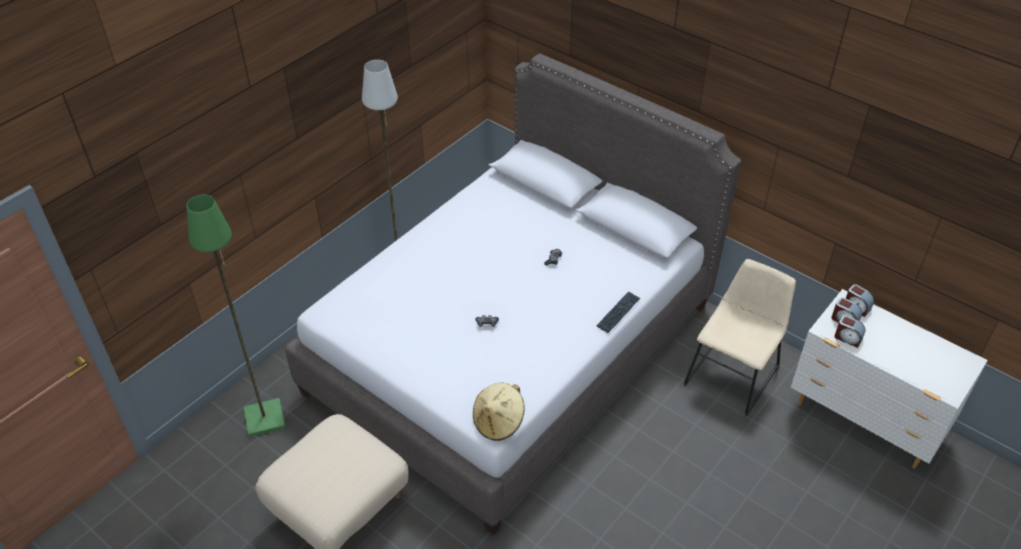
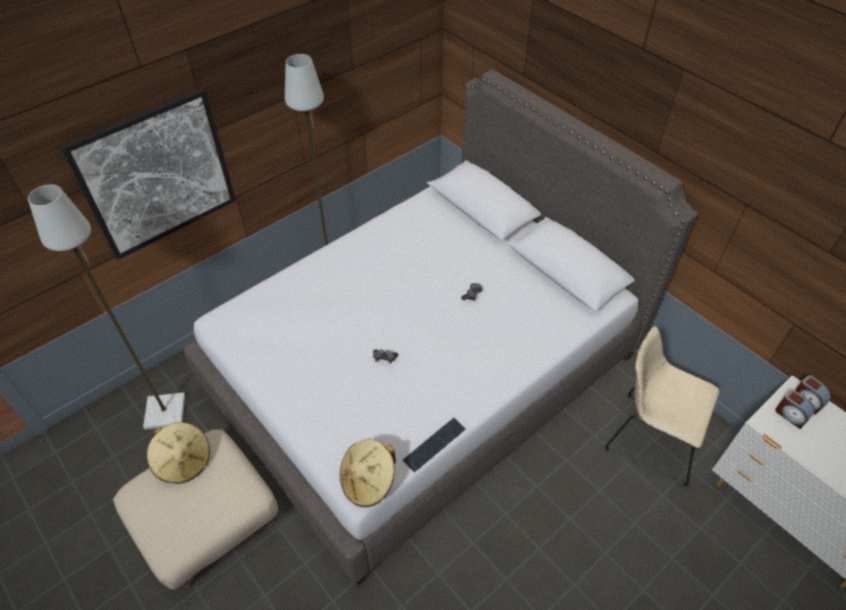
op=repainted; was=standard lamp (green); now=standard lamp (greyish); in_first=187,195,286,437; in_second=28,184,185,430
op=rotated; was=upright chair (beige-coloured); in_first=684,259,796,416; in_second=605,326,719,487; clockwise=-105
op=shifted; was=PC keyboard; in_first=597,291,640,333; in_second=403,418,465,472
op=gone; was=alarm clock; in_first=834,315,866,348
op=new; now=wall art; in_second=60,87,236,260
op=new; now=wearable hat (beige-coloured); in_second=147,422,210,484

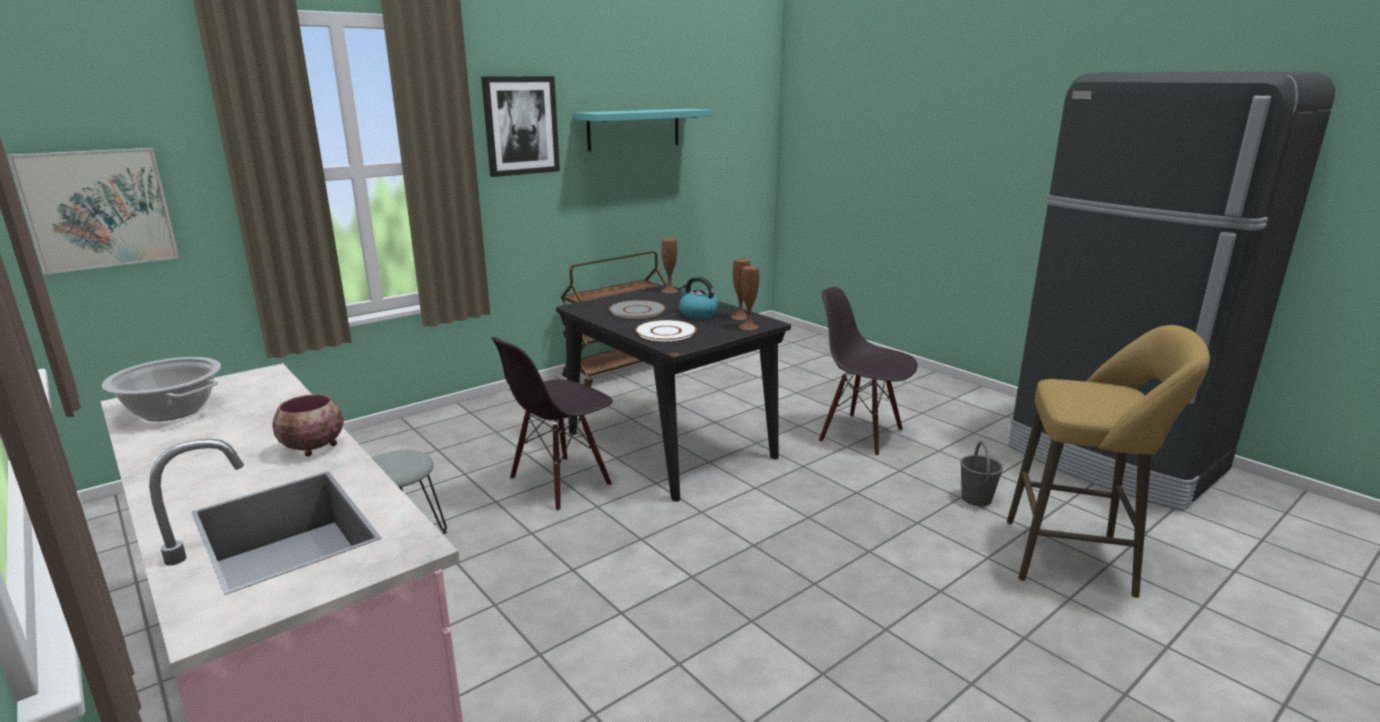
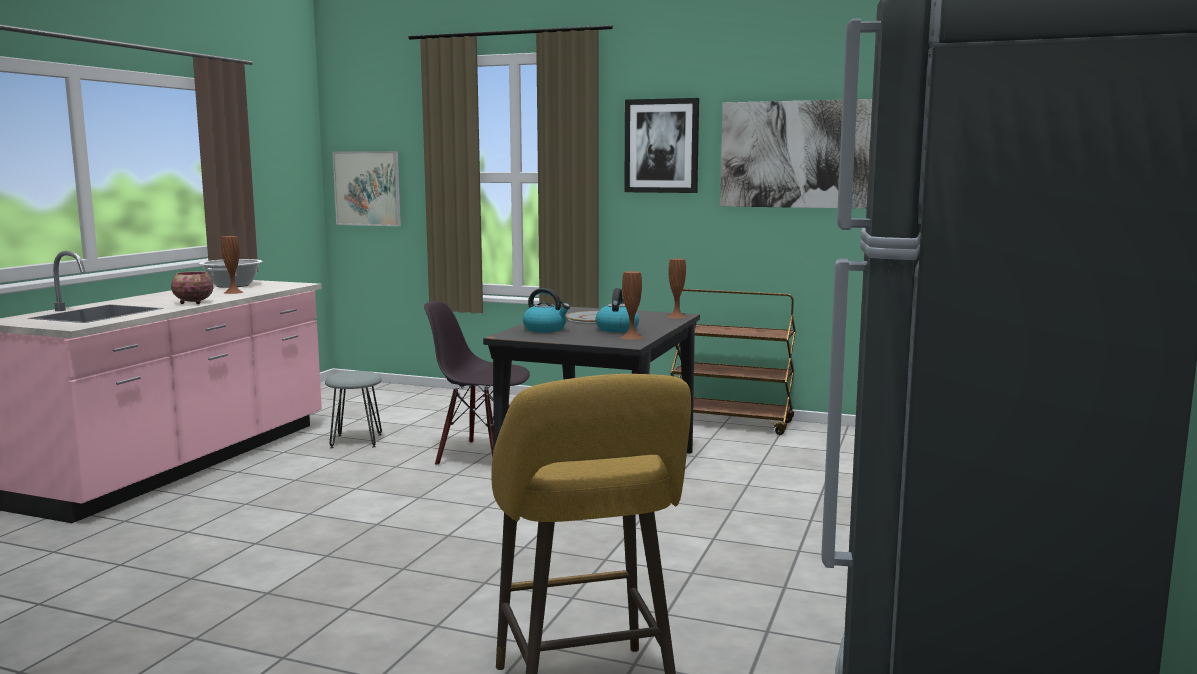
op=swapped; was=wall shelf (turquoise-coloured); now=wall art; in_first=574,109,712,151; in_second=720,99,872,209
op=shifted; was=flower vase (brown); in_first=739,266,759,330; in_second=221,236,243,294
op=gone; was=upright chair (black); in_first=819,287,918,456
op=swapped; was=flat dish (white-coloured); now=tea kettle; in_first=635,320,697,341; in_second=523,288,570,332
op=gone; was=water bucket (greyish); in_first=960,441,1003,506

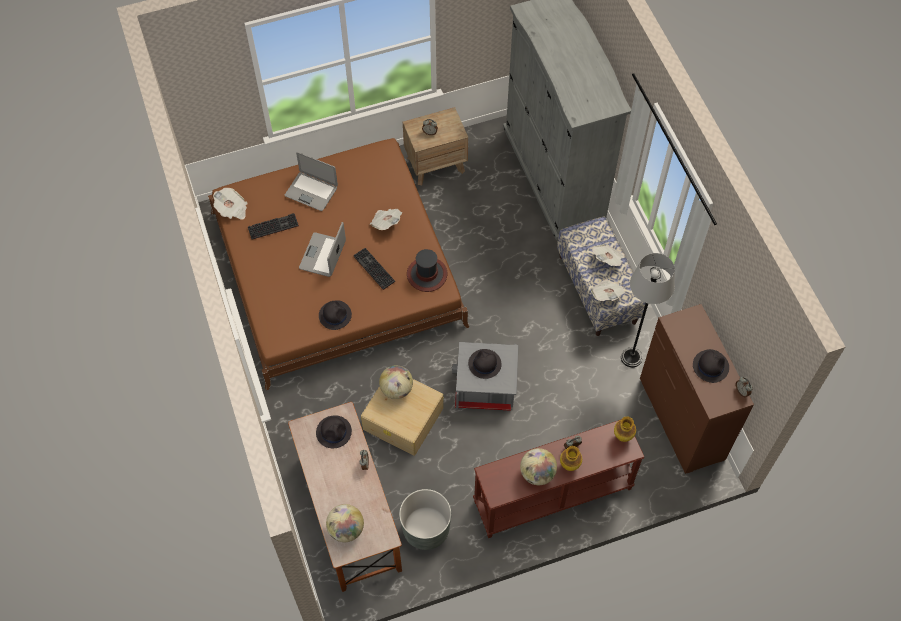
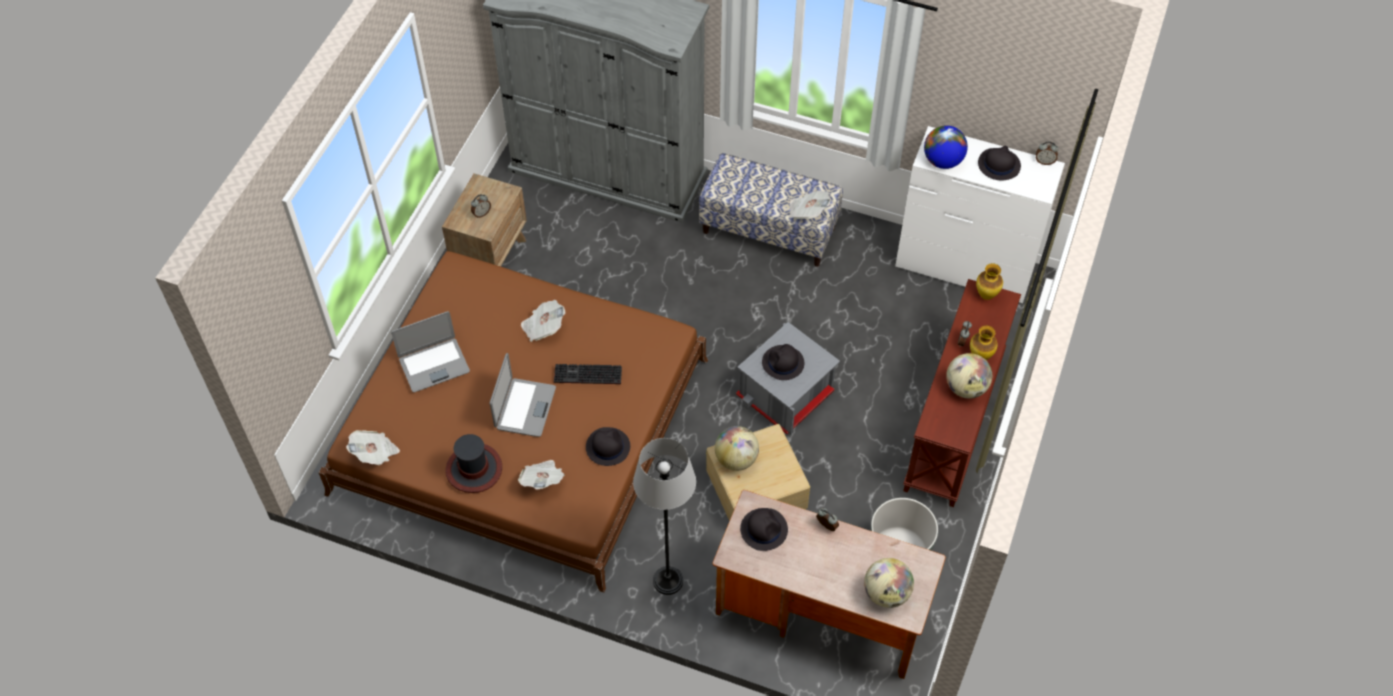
op=gone; was=PC keyboard; in_first=248,213,299,240
op=rotated; was=portable computer; in_first=299,222,346,277; in_second=490,353,556,437; clockwise=-135
op=shifted; was=printed paper; in_first=592,244,625,266; in_second=518,460,565,490
op=shifted; was=wearable hat; in_first=407,249,447,292; in_second=446,434,502,493
op=shifted; was=standard lamp (greyish); in_first=621,253,675,367; in_second=633,438,696,595
op=repainted; was=chest of drawers (brown); now=chest of drawers (white-coloured); in_first=640,304,754,474; in_second=895,126,1065,303
op=new; now=globe; in_second=924,126,968,169

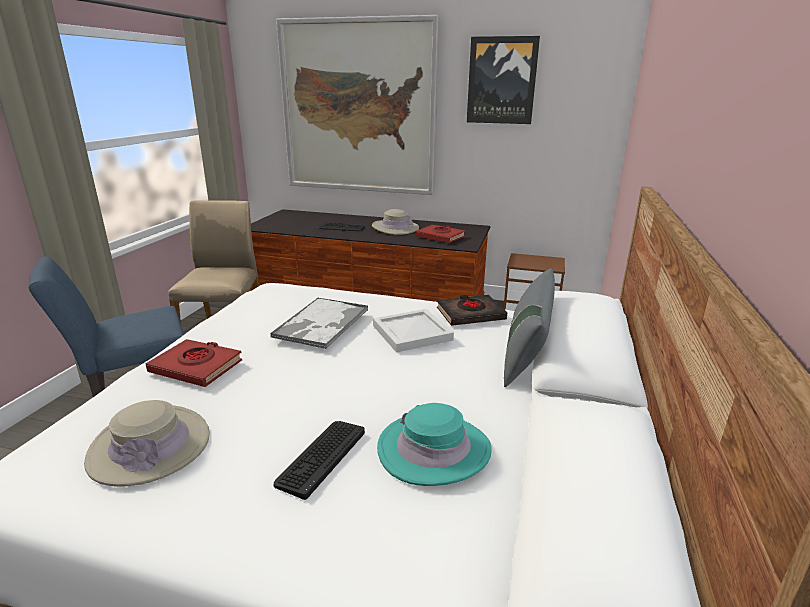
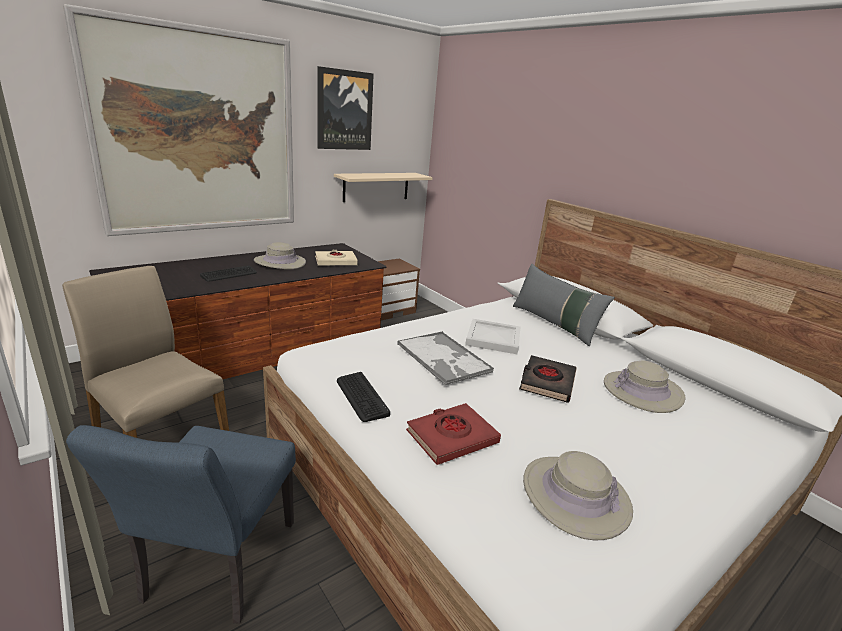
op=repainted; was=bound book (reddish); now=bound book (beige-coloured); in_first=415,225,465,243; in_second=315,250,358,266
op=shifted; was=bound book (black); in_first=437,295,507,326; in_second=519,355,577,403
op=repainted; was=wearable hat (turquoise-coloured); now=wearable hat (beige-coloured); in_first=377,403,492,486; in_second=604,361,686,413
op=shifted; was=PC keyboard; in_first=274,421,365,500; in_second=337,372,390,422
op=new; now=wall shelf (beige-coloured); in_second=334,173,433,202

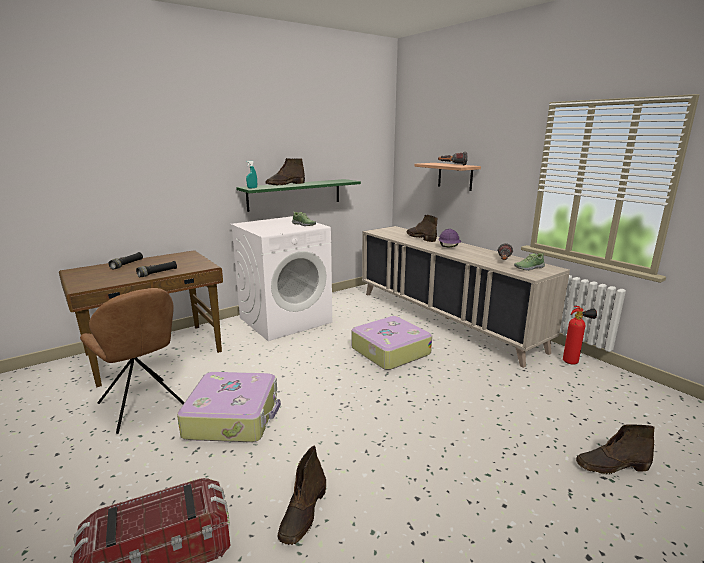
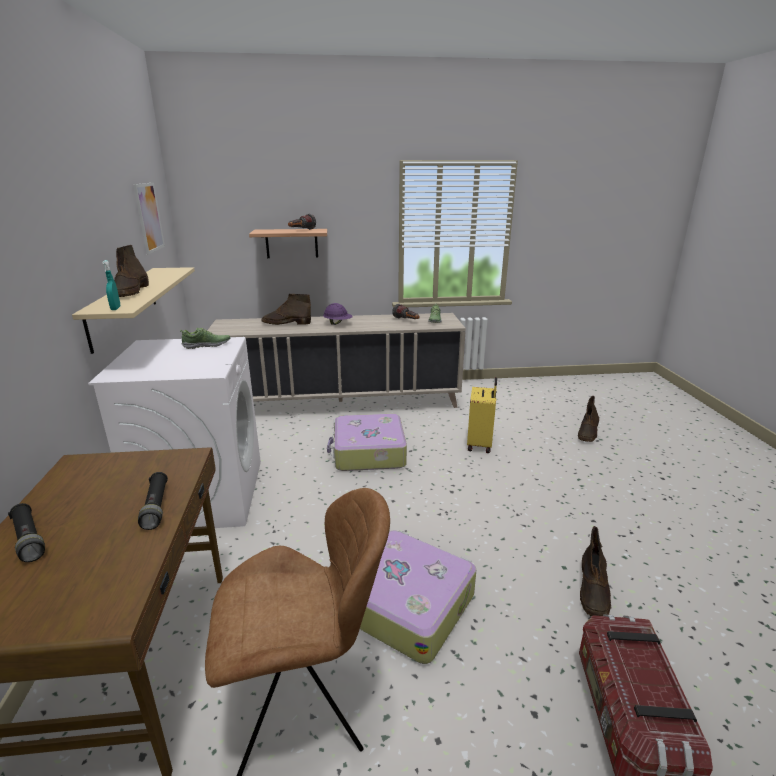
op=repainted; was=wall shelf (green); now=wall shelf (beige-coloured); in_first=236,179,361,212; in_second=72,267,195,354
op=gone; was=extinguisher; in_first=563,306,597,365
op=rotated; was=tall boot (brown); in_first=278,446,326,545; in_second=580,526,611,616; clockwise=60
op=new; now=wall art; in_second=134,183,165,254
op=new; now=piece of luggage (yellowish); in_second=467,377,497,453

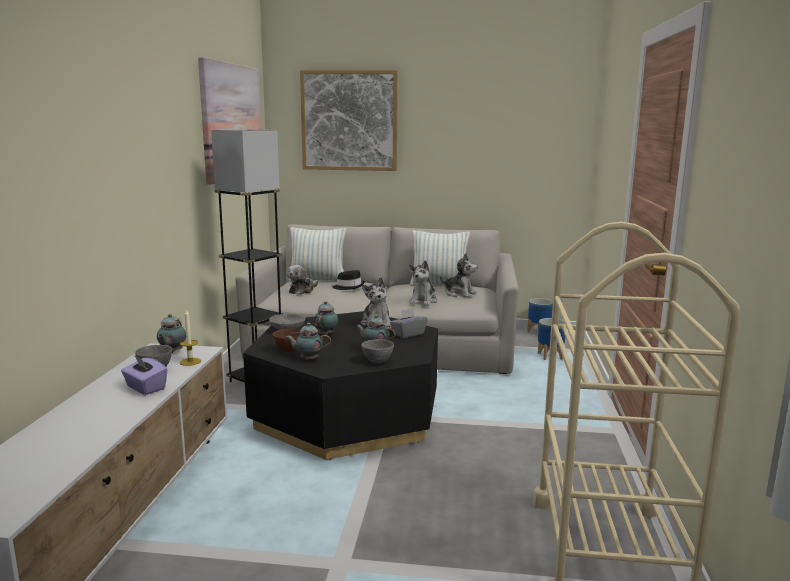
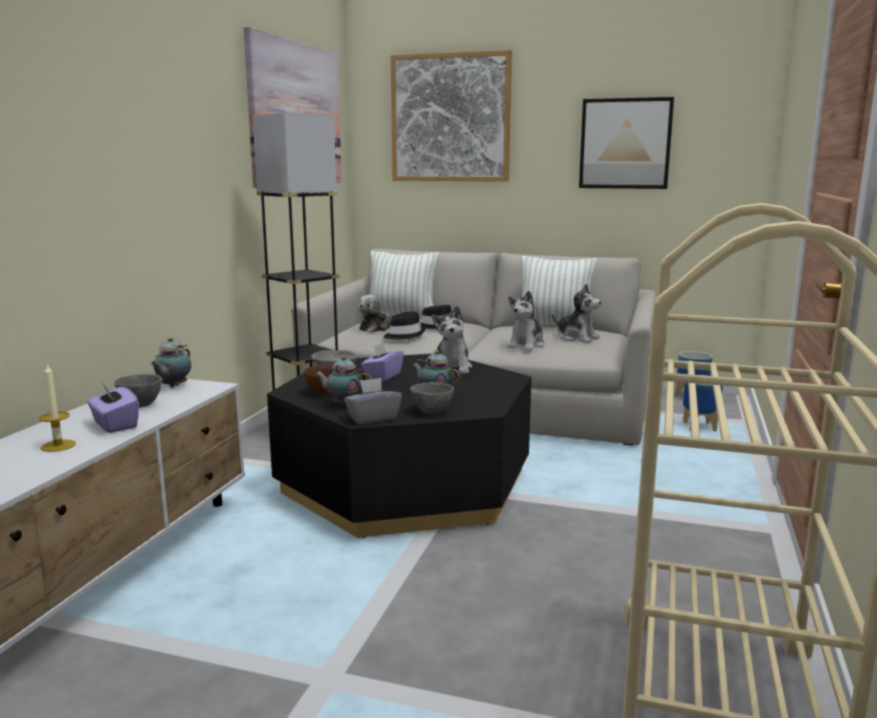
op=swapped; was=tea pot; now=tissue holder (purple); in_first=314,301,338,335; in_second=361,342,404,382
op=shifted; was=candle; in_first=180,308,201,366; in_second=39,364,76,452
op=shifted; was=tissue holder (greyish); in_first=390,308,428,338; in_second=344,378,402,425
op=new; now=wall art; in_second=579,97,674,189
op=new; now=wearable hat (black); in_second=383,311,425,340

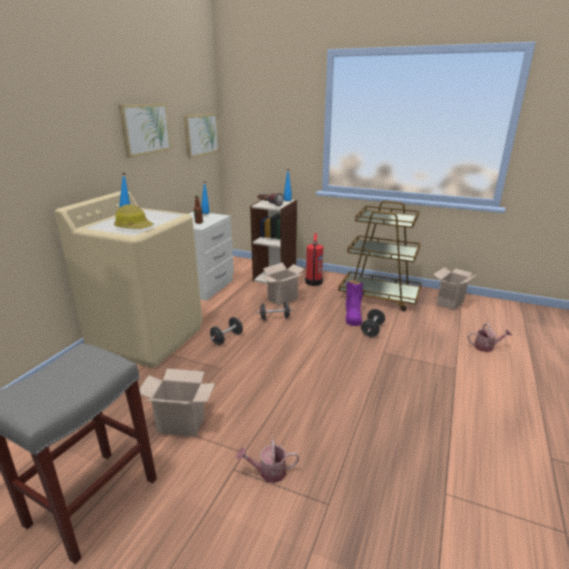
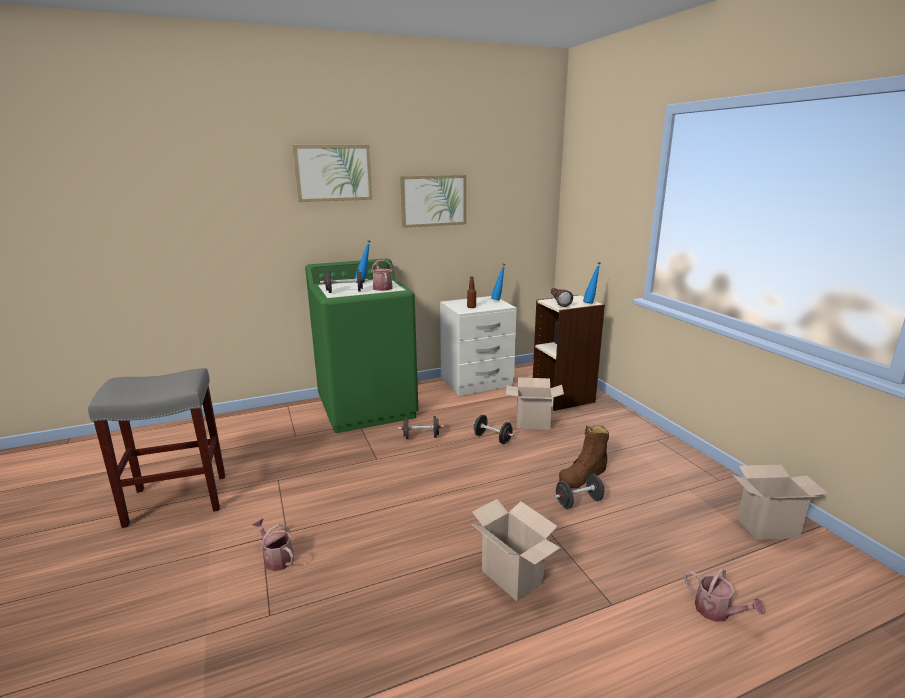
op=shifted; was=wall art; in_first=184,113,219,158; in_second=293,145,372,202
op=repainted; was=laundry appliance (beige-coloured); now=laundry appliance (green); in_first=55,191,202,368; in_second=305,258,418,433
op=gone; was=cart (brown); in_first=338,201,421,311
op=swapped; was=work helmet; now=dumbbell (black); in_first=114,204,154,229; in_second=320,269,368,293
op=gone; was=extinguisher; in_first=305,233,323,286
op=repainted; was=tall boot (purple); now=tall boot (brown); in_first=346,279,363,326; in_second=559,425,609,489
op=shifted; was=packing box; in_first=139,369,215,437; in_second=471,499,561,601
op=new; now=watering can; in_second=371,260,393,291

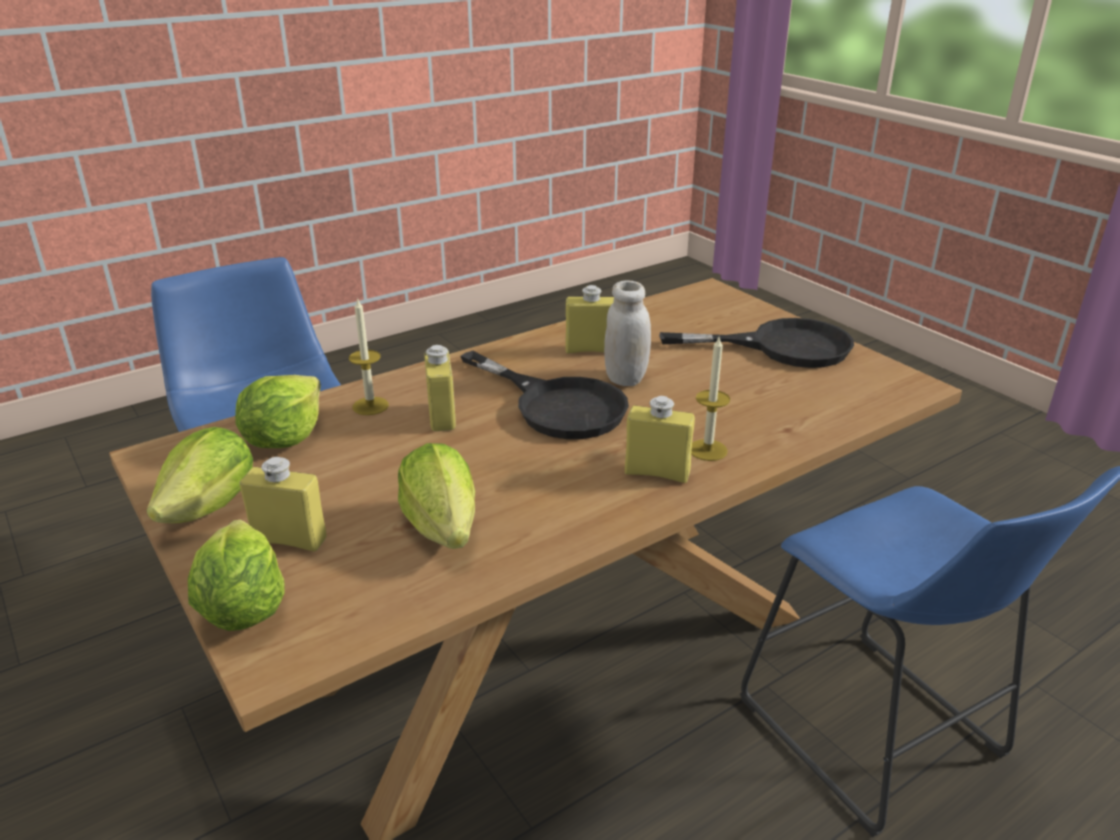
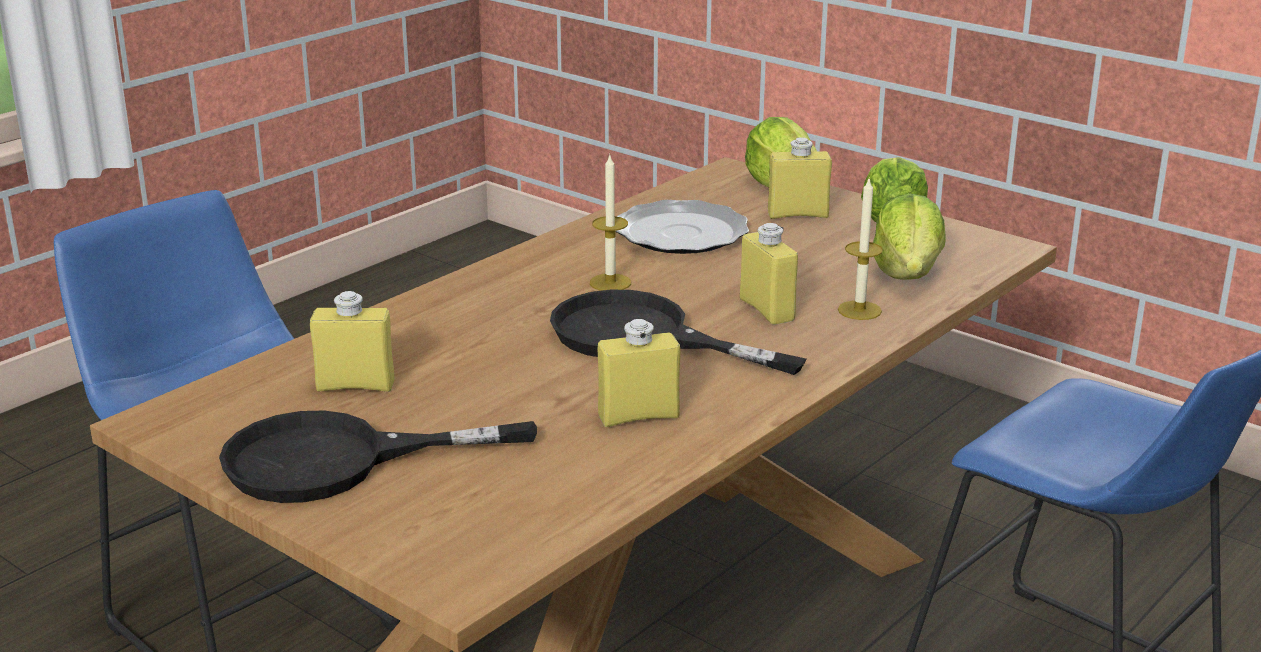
op=gone; was=storage jar (white-coloured); in_first=604,280,651,386
op=shifted; was=candle; in_first=691,337,730,461; in_second=590,155,631,291
op=shifted; was=bottle (yellowish); in_first=625,396,695,483; in_second=310,291,394,392
op=swapped; was=head of lettuce; now=flat dish; in_first=398,443,475,549; in_second=616,200,749,254

